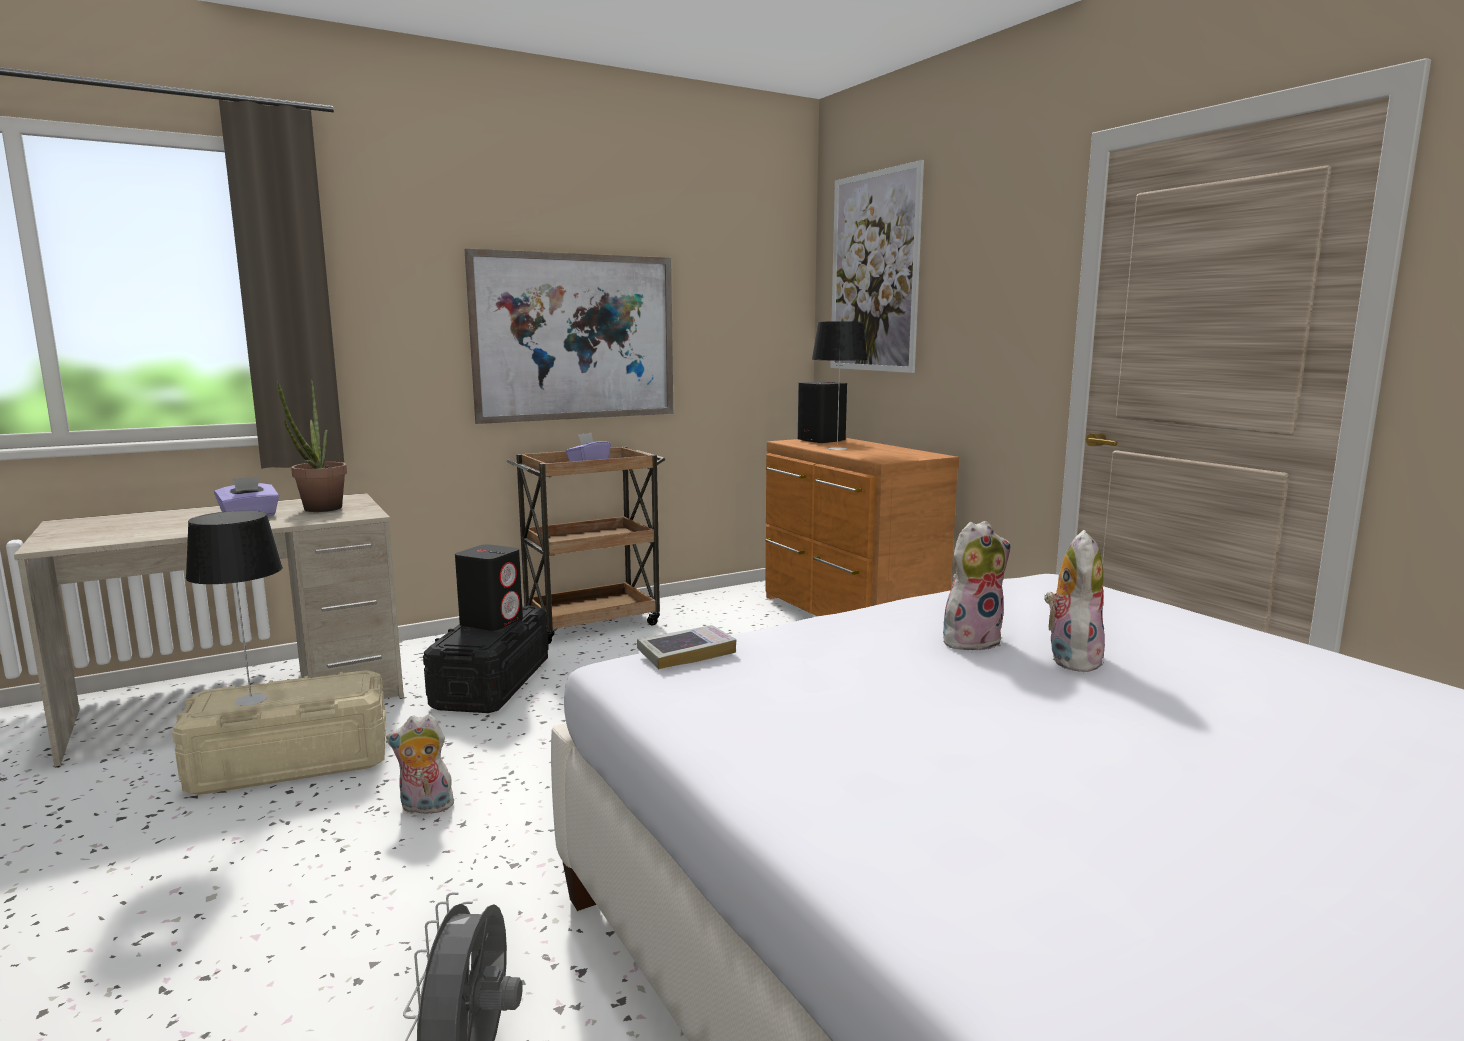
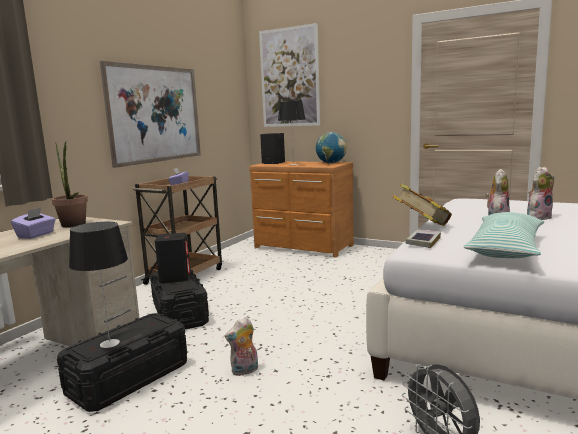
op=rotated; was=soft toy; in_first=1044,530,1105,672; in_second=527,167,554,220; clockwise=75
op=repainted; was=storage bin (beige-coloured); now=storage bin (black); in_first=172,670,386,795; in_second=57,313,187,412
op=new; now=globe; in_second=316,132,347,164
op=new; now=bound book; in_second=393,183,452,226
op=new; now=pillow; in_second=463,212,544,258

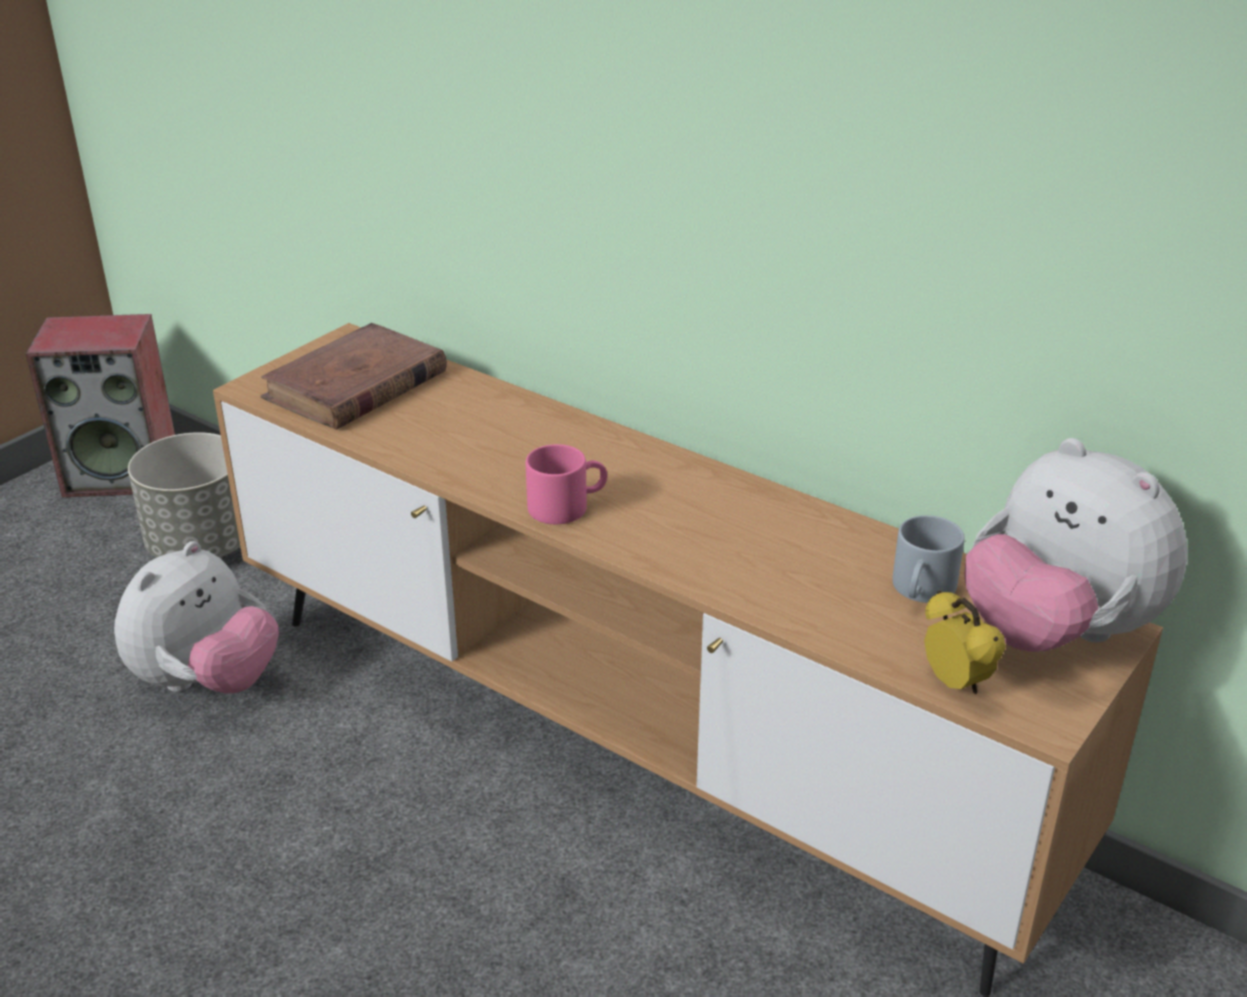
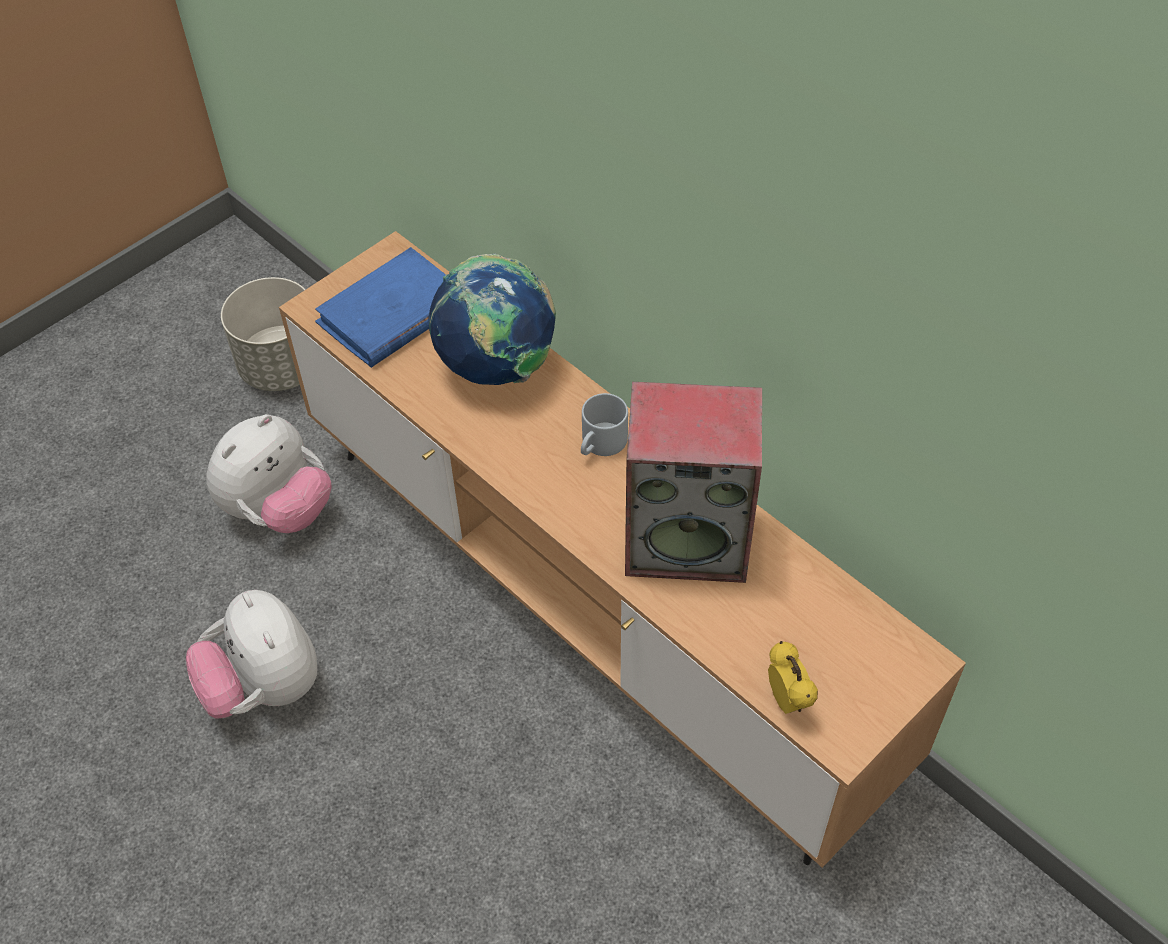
op=shifted; was=audio speaker; in_first=25,314,175,497; in_second=625,382,762,583
op=repainted; was=bound book (brown); now=bound book (blue-coloured); in_first=261,323,447,430; in_second=315,247,446,368
op=shifted; was=soft toy; in_first=964,438,1188,652; in_second=186,590,317,718
op=gone; was=coffee mug (pink-coloured); in_first=526,444,607,524
op=shifted; was=coffee mug (greyish); in_first=892,515,965,603; in_second=581,393,628,456
op=new; now=globe; in_second=429,254,556,385

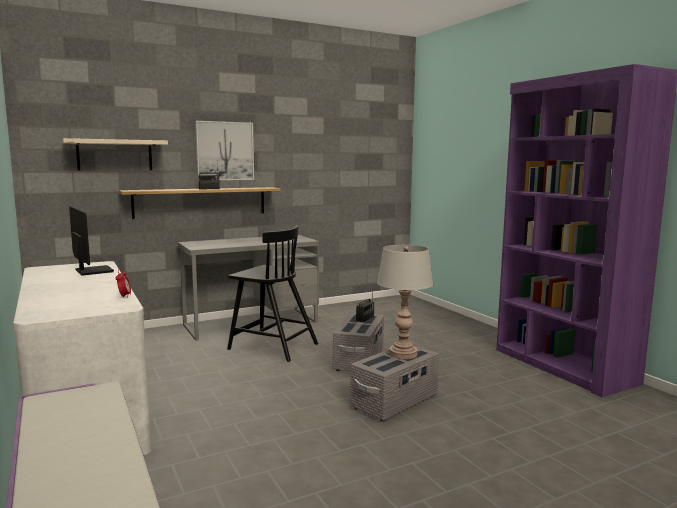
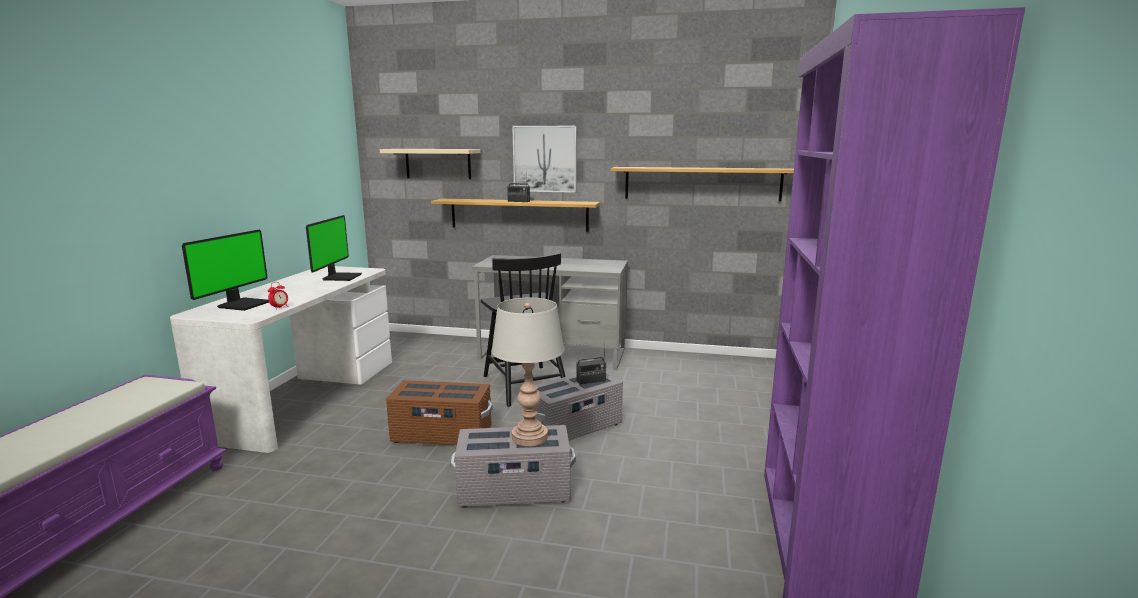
op=new; now=wall shelf; in_second=611,167,794,201
op=new; now=computer screen; in_second=182,230,269,311
op=new; now=storage bin (brown); in_second=386,380,492,445

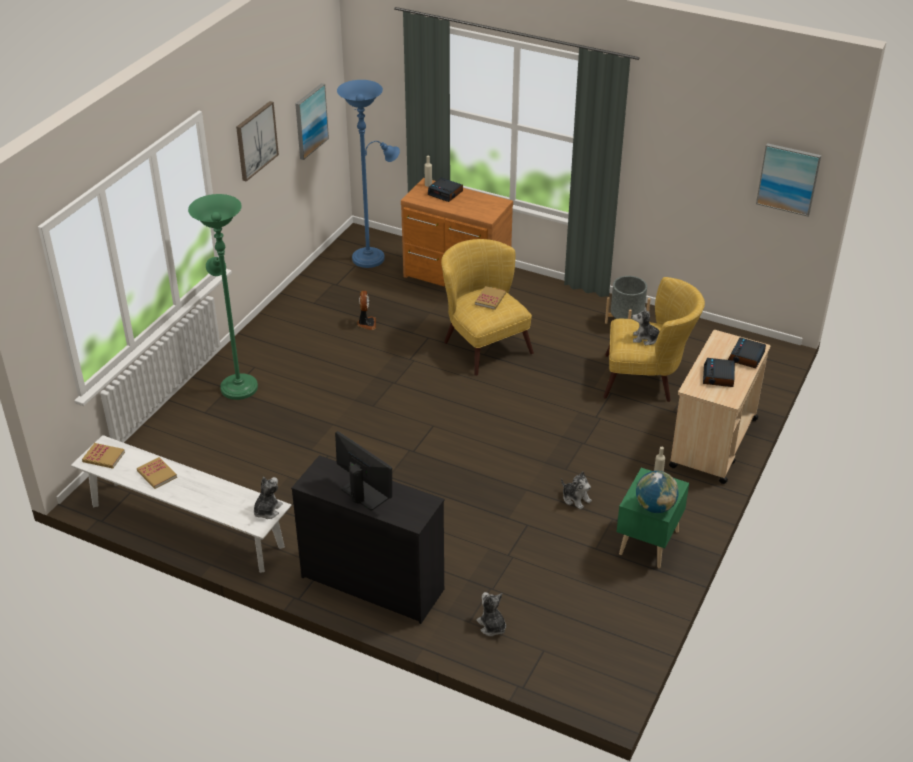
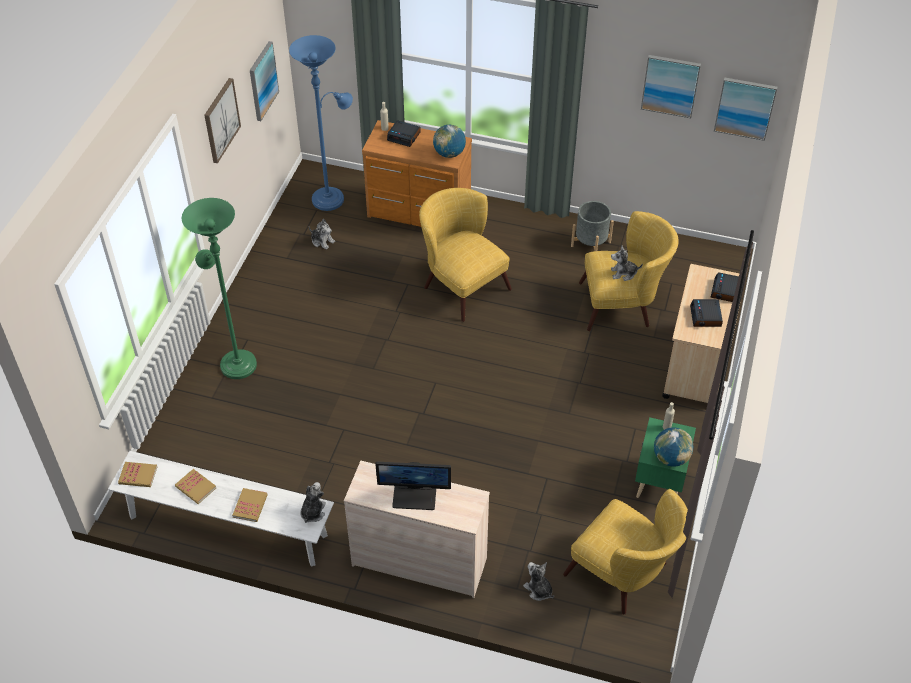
op=shifted; was=bound book; in_first=475,286,506,310; in_second=232,488,268,522
op=gone; was=cooling fan; in_first=358,291,376,330
op=rotated; was=computer screen; in_first=335,431,392,511; in_second=375,462,451,510; clockwise=150
op=repainted; was=chest of drawers (black); now=chest of drawers (beige-coloured); in_first=291,455,444,624; in_second=344,461,490,598
op=shifted; was=soft toy; in_first=561,471,592,510; in_second=309,219,335,250
op=new; now=wall art; in_second=641,55,701,118
op=new; now=globe; in_second=433,125,466,158
op=new; now=armchair (yellowish); in_second=563,489,688,614

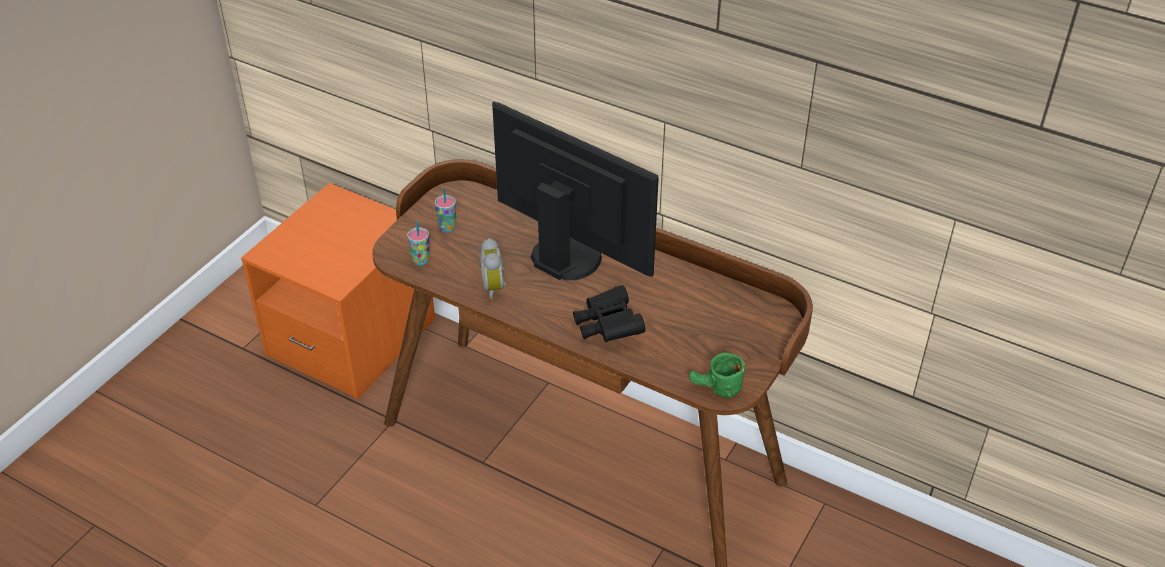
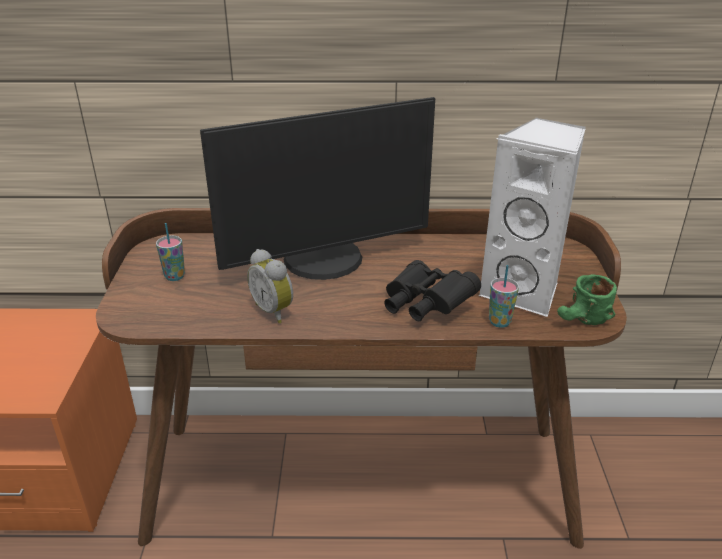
op=rotated; was=computer screen; in_first=492,102,659,280; in_second=200,97,435,280; clockwise=150
op=shifted; was=small cup; in_first=407,220,430,266; in_second=489,265,519,328
op=new; now=audio speaker (white-coloured); in_second=479,118,586,317

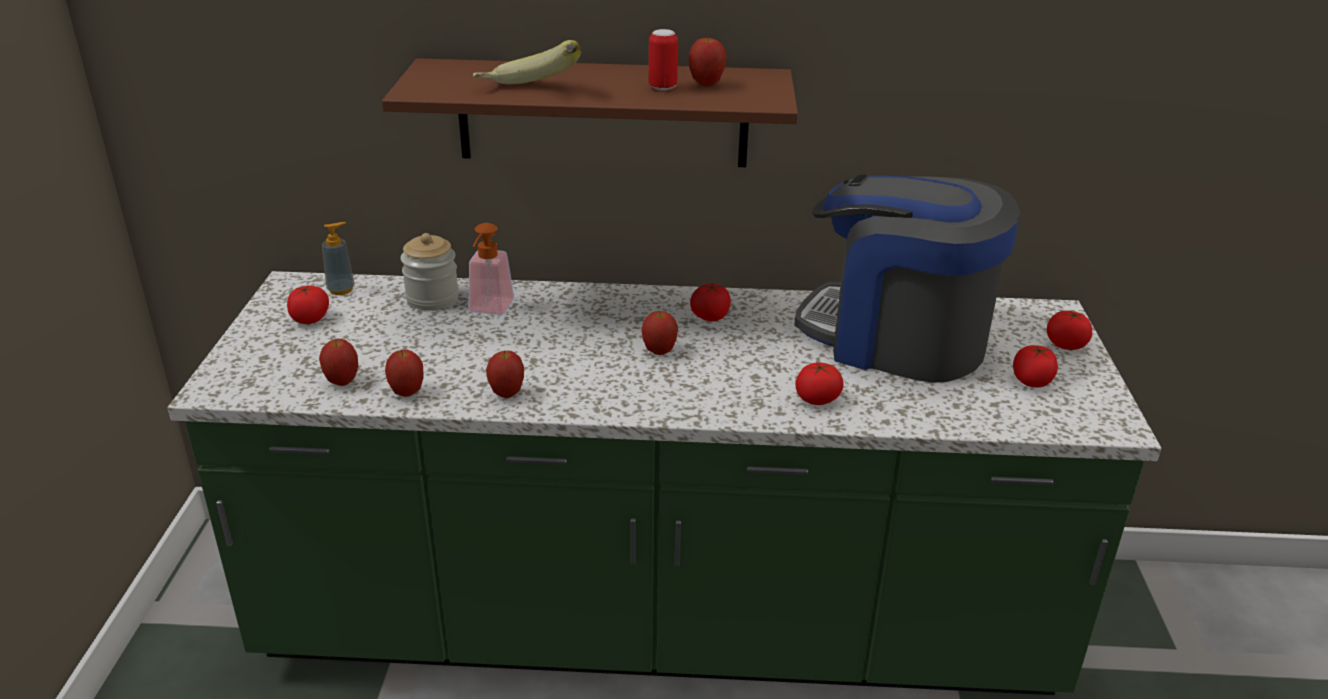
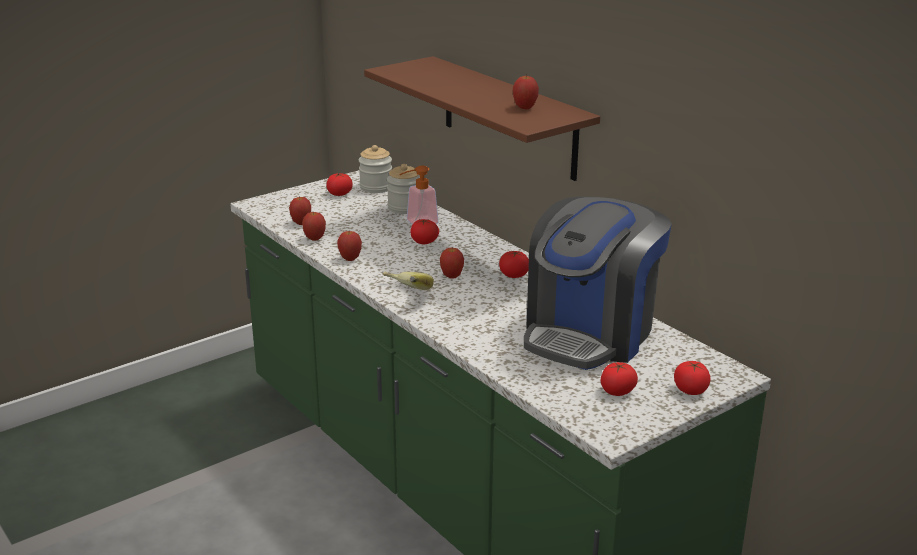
op=gone; was=can; in_first=649,29,678,91
op=shifted; was=whole banana; in_first=473,40,581,84; in_second=383,272,434,290
op=rotated; was=coffee brewer; in_first=794,175,1020,382; in_second=524,197,672,370; clockwise=-135
op=swapped; was=liquid soap bottle; now=storage jar; in_first=322,222,355,295; in_second=359,145,392,193
op=shifted; was=whole tomato; in_first=795,363,843,405; in_second=410,219,439,244

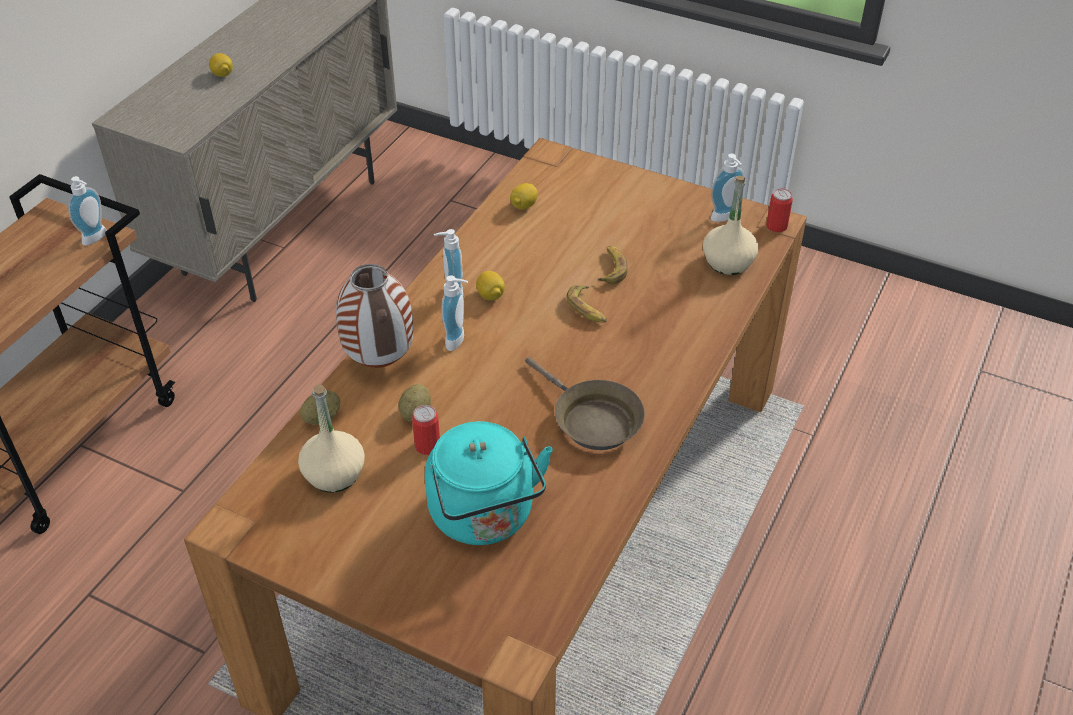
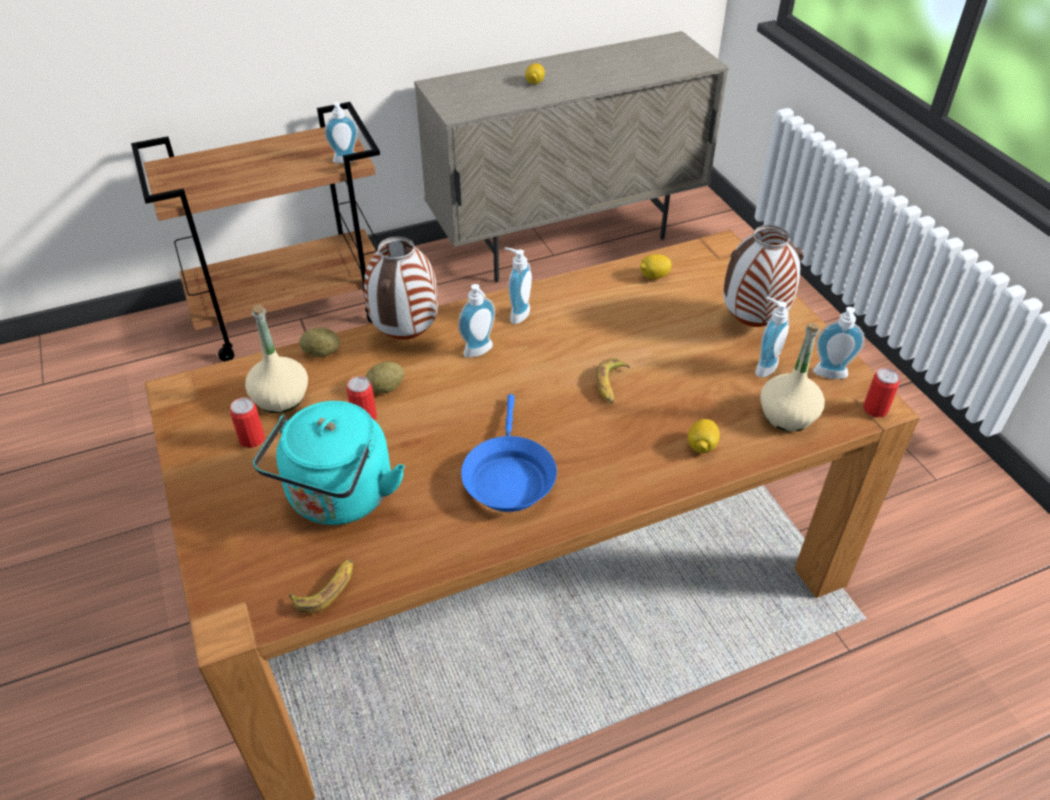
op=shifted; was=whole banana; in_first=598,246,628,284; in_second=289,559,353,614
op=shifted; was=whole lemon; in_first=476,271,505,300; in_second=688,419,720,453
op=repainted; was=pan (brown); now=pan (blue-coloured); in_first=525,357,645,450; in_second=461,394,557,512
op=new; now=flower vase; in_second=723,225,804,327
op=new; now=liquid soap bottle; in_second=755,297,789,377
op=new; now=can; in_second=230,397,265,448

